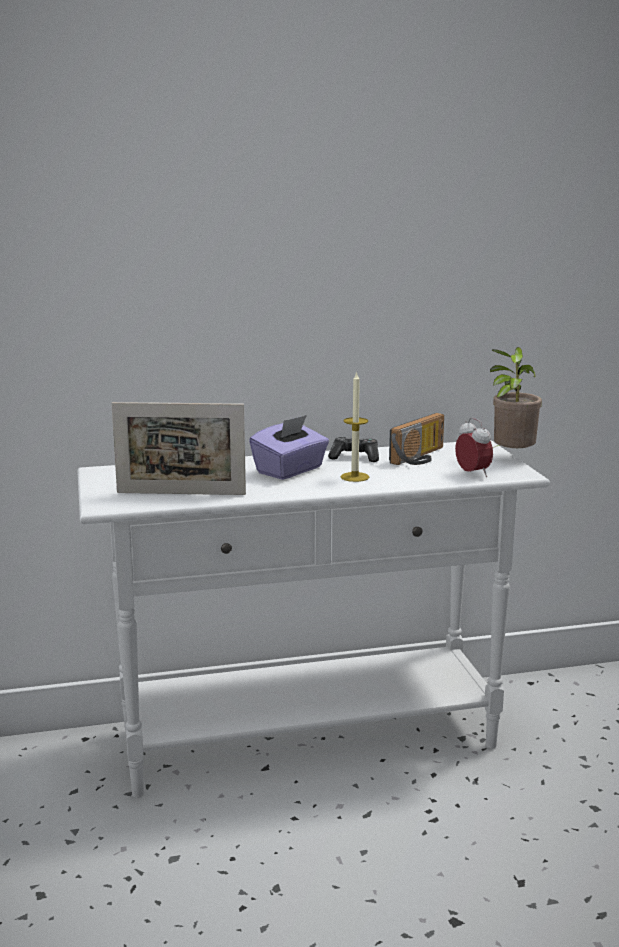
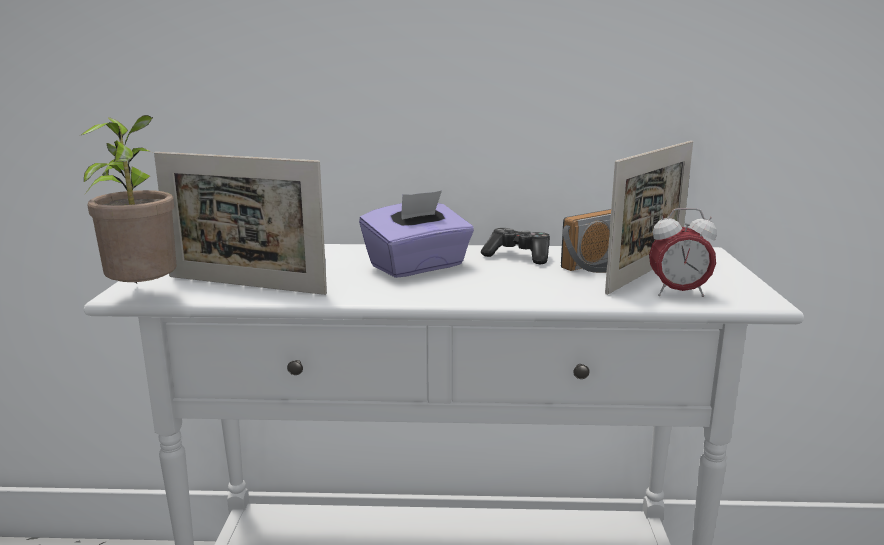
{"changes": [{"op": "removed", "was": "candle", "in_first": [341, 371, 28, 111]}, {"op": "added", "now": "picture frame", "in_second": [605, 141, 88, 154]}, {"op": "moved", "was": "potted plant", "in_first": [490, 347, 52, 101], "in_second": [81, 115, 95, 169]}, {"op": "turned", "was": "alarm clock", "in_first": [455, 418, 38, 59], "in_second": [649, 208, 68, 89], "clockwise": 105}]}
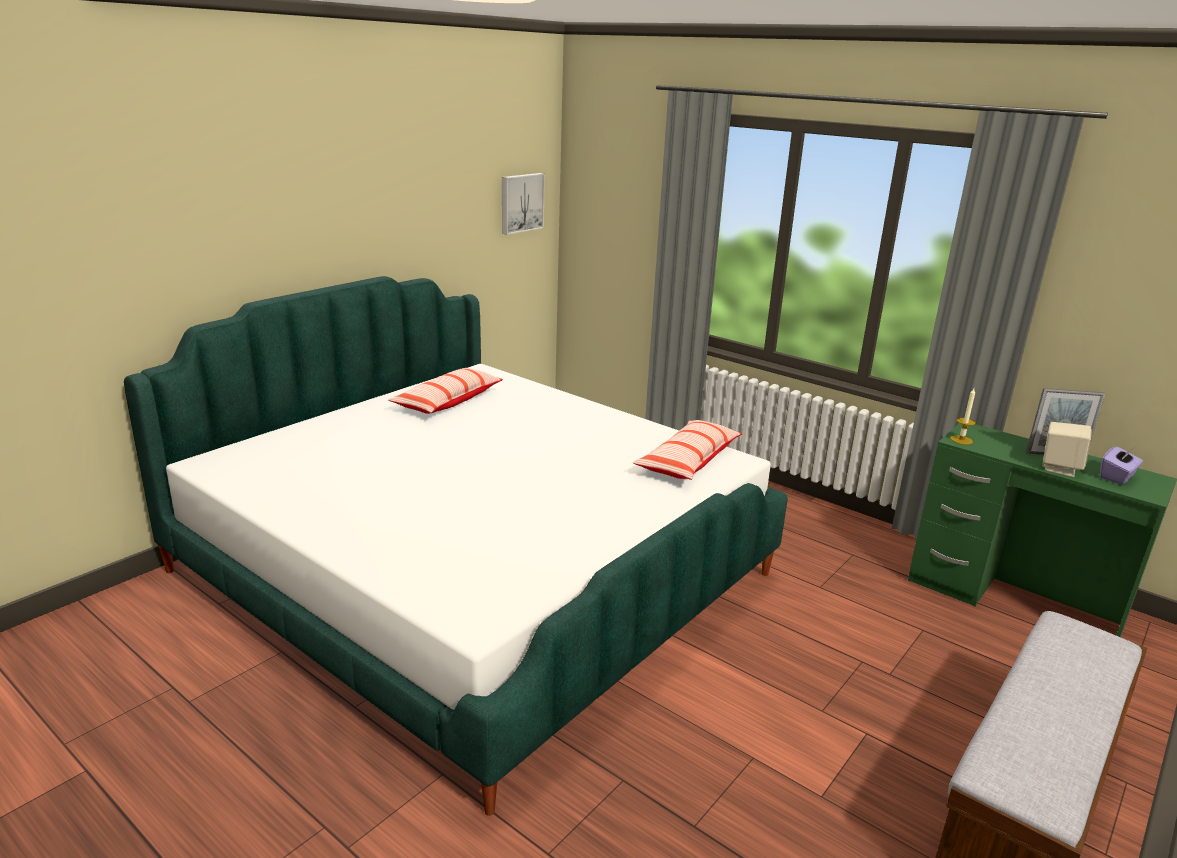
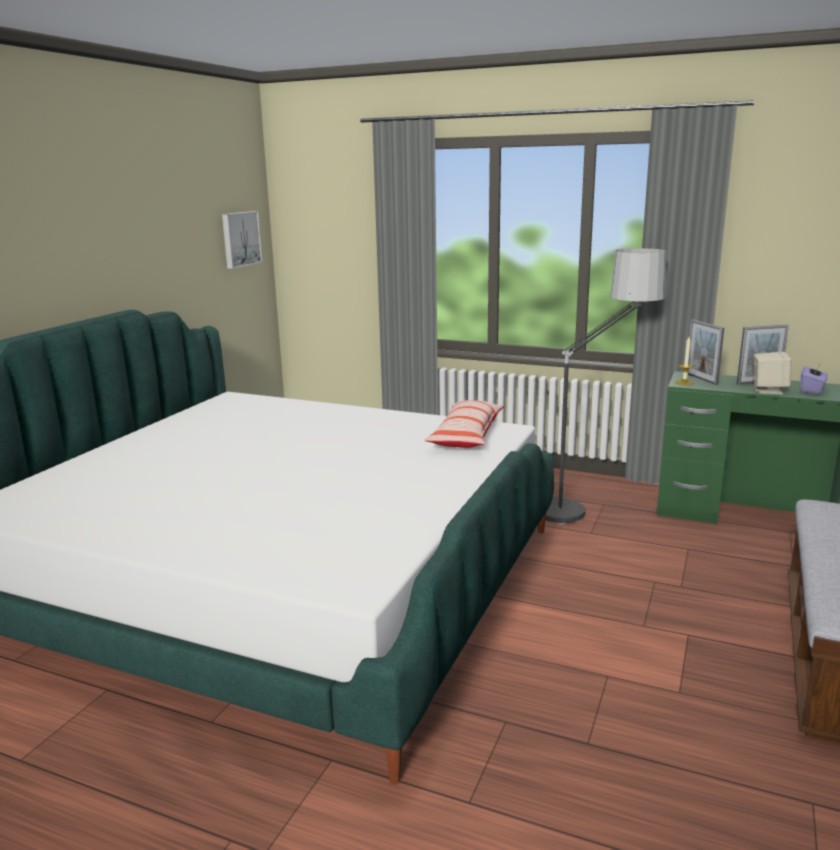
{"changes": [{"op": "removed", "was": "pillow", "in_first": [389, 368, 114, 46]}, {"op": "added", "now": "floor lamp", "in_second": [546, 248, 120, 277]}, {"op": "added", "now": "picture frame", "in_second": [688, 319, 36, 66]}]}
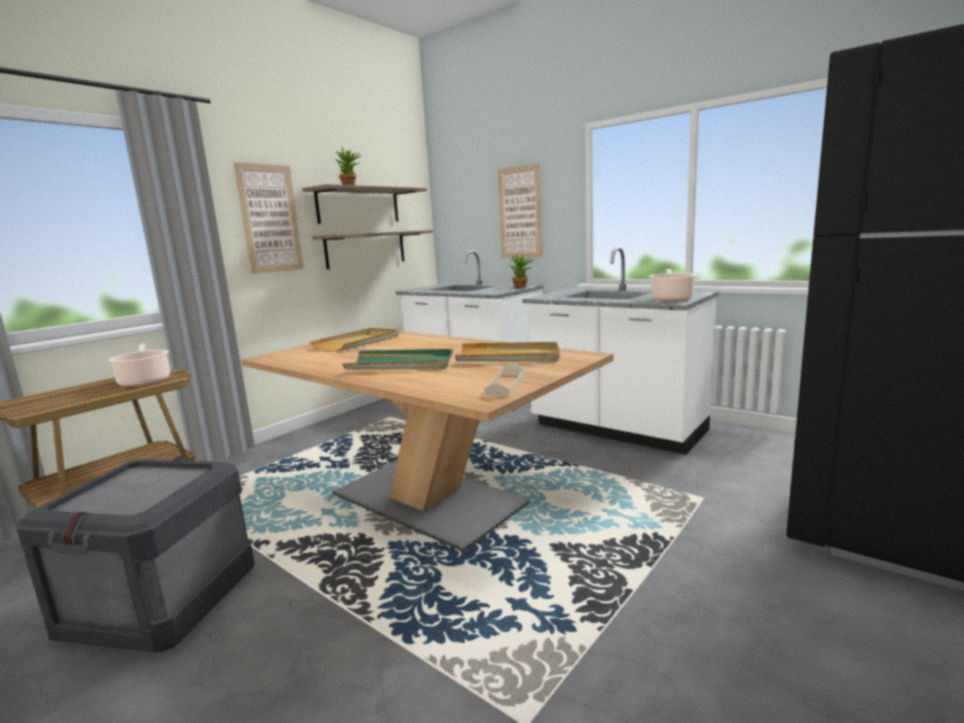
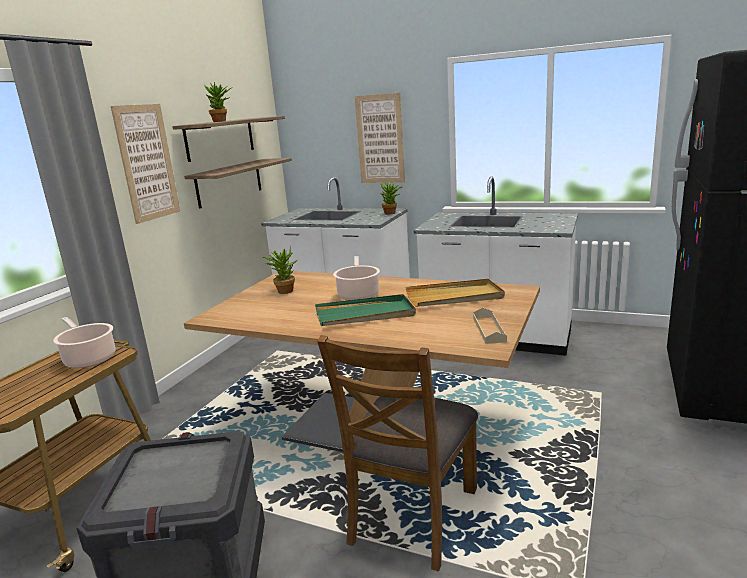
{"changes": [{"op": "added", "now": "chair in brown", "in_second": [317, 335, 161, 236]}, {"op": "moved", "was": "cooking pot", "in_first": [649, 269, 47, 32], "in_second": [333, 256, 47, 44]}, {"op": "replaced", "was": "tray in beige", "now": "potted plant", "in_first": [309, 328, 90, 24], "in_second": [262, 245, 35, 49]}]}
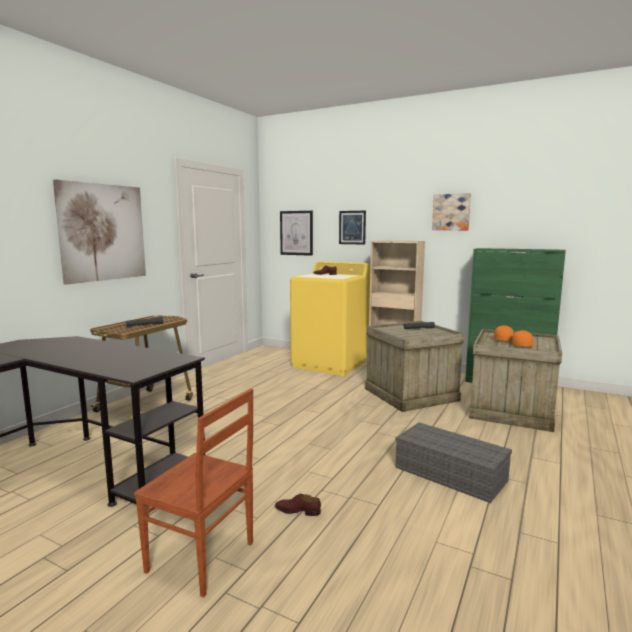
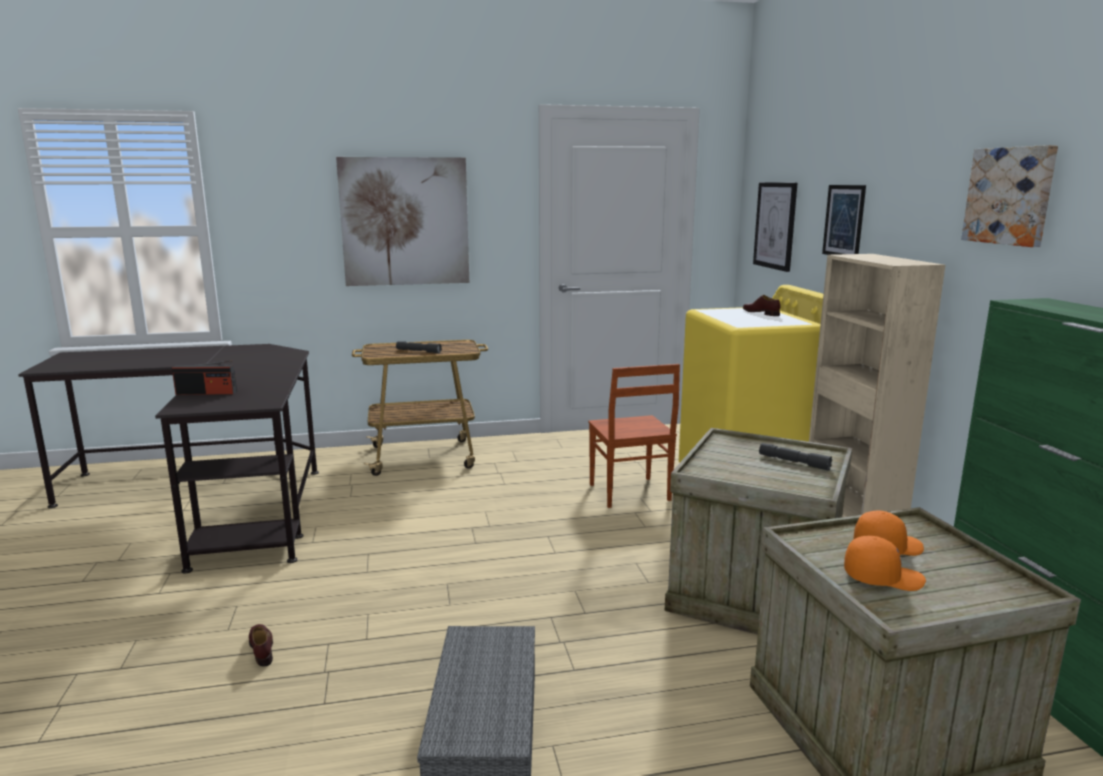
{"changes": [{"op": "added", "now": "radio", "in_second": [172, 360, 65, 35]}, {"op": "moved", "was": "chair in brown", "in_first": [134, 389, 119, 209], "in_second": [588, 364, 92, 144]}]}
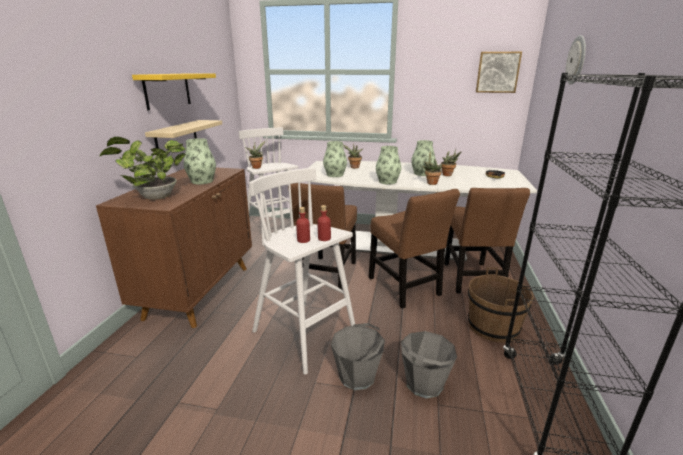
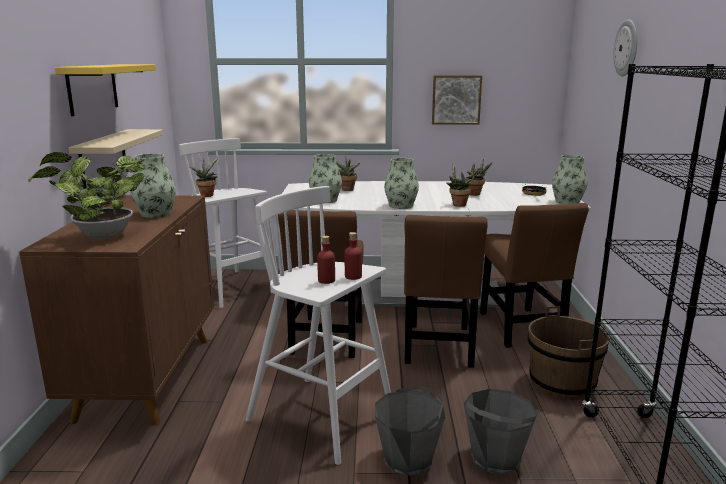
{"changes": [{"op": "moved", "was": "vase", "in_first": [411, 140, 24, 36], "in_second": [552, 155, 36, 49]}, {"op": "moved", "was": "picture", "in_first": [476, 52, 46, 41], "in_second": [432, 76, 50, 49]}, {"op": "turned", "was": "chair in brown", "in_first": [369, 189, 91, 120], "in_second": [404, 215, 84, 153], "clockwise": 45}]}
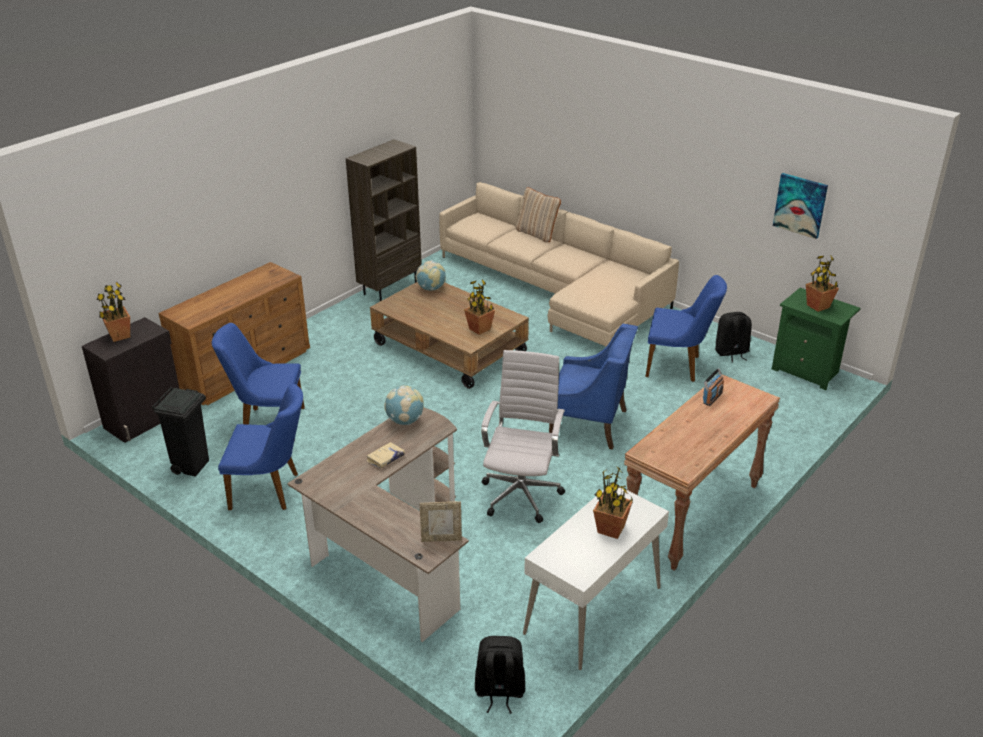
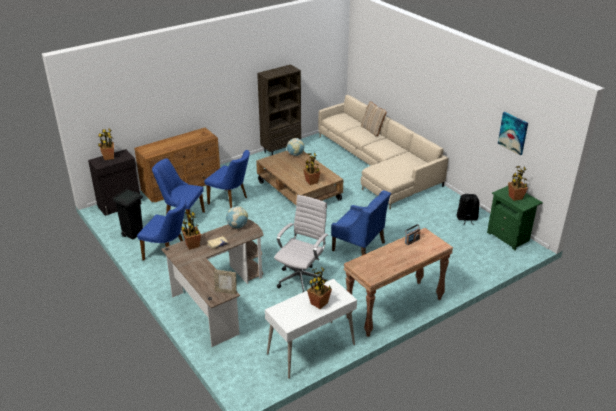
{"changes": [{"op": "removed", "was": "backpack in black", "in_first": [475, 636, 50, 78]}, {"op": "added", "now": "potted plant", "in_second": [181, 212, 20, 38]}, {"op": "moved", "was": "chair in blue", "in_first": [645, 275, 82, 107], "in_second": [204, 150, 46, 59]}]}
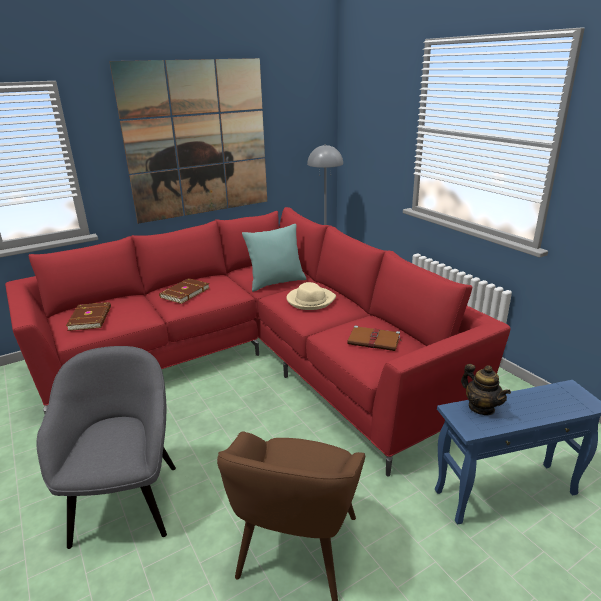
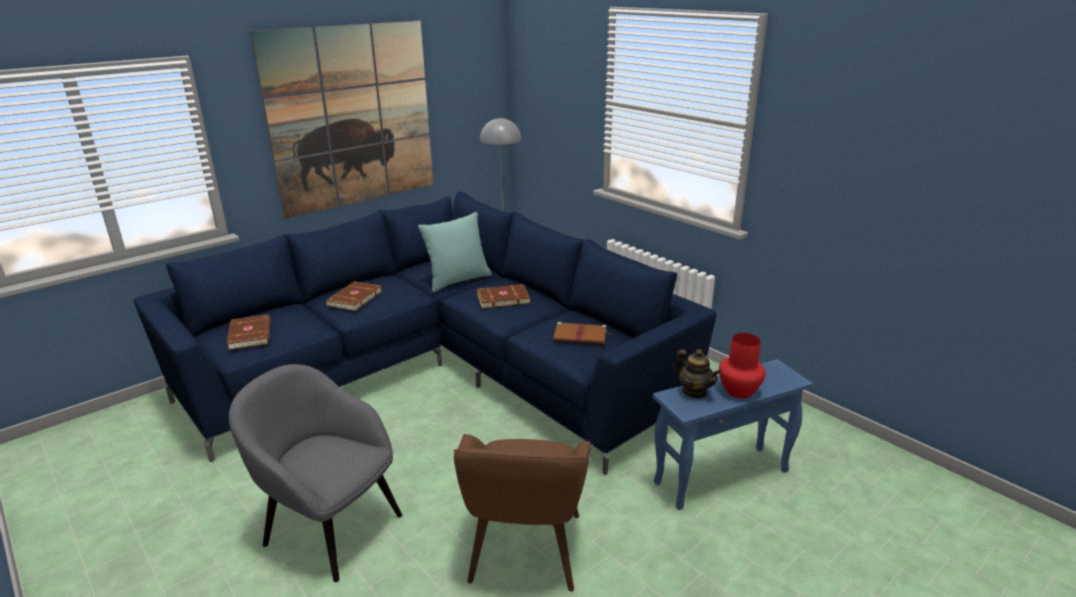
{"changes": [{"op": "added", "now": "vase in red", "in_second": [719, 333, 47, 65]}, {"op": "replaced", "was": "hat in beige", "now": "book in brown", "in_first": [287, 282, 49, 28], "in_second": [477, 284, 53, 24]}, {"op": "recoloured", "was": "sofa in red", "now": "sofa in blue", "in_first": [5, 207, 506, 270], "in_second": [134, 192, 582, 283]}, {"op": "turned", "was": "armchair in grey", "in_first": [36, 346, 140, 203], "in_second": [229, 364, 173, 218], "clockwise": -45}]}
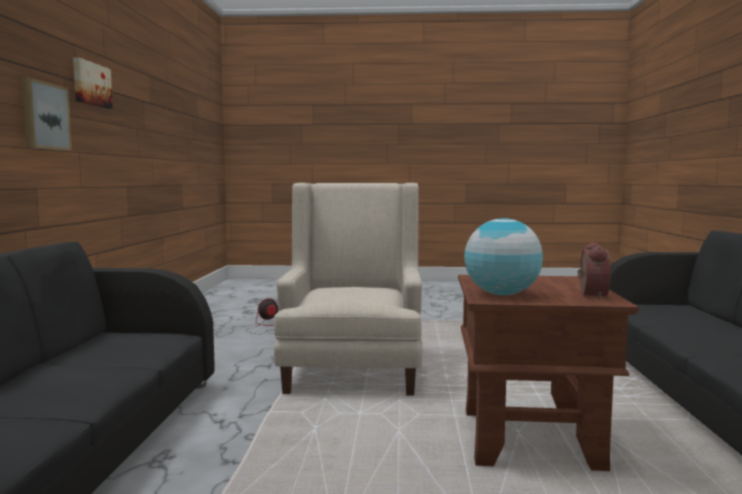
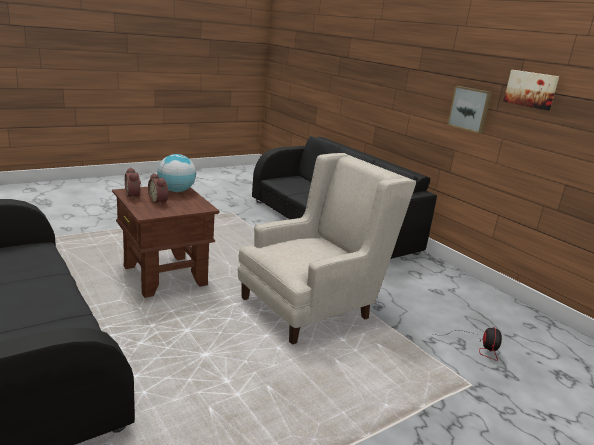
{"changes": [{"op": "added", "now": "alarm clock", "in_second": [148, 173, 20, 32]}, {"op": "turned", "was": "armchair in beige", "in_first": [274, 183, 148, 213], "in_second": [238, 153, 178, 191], "clockwise": -90}]}
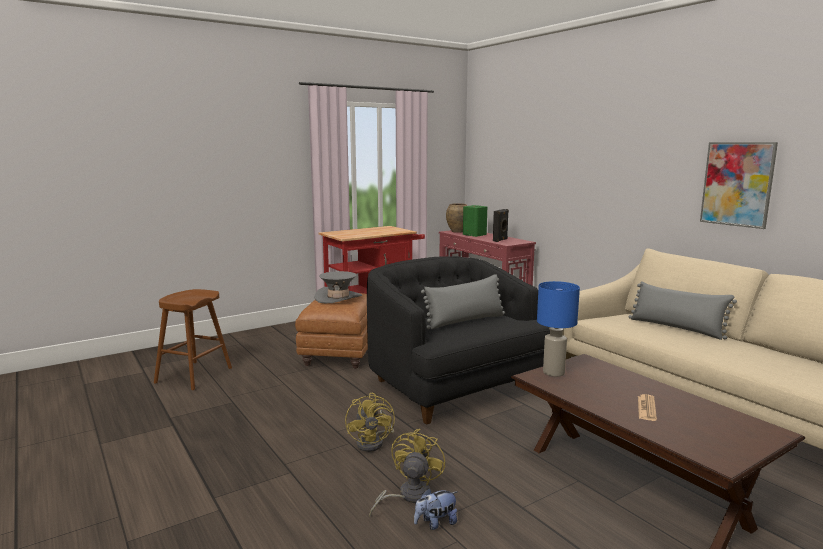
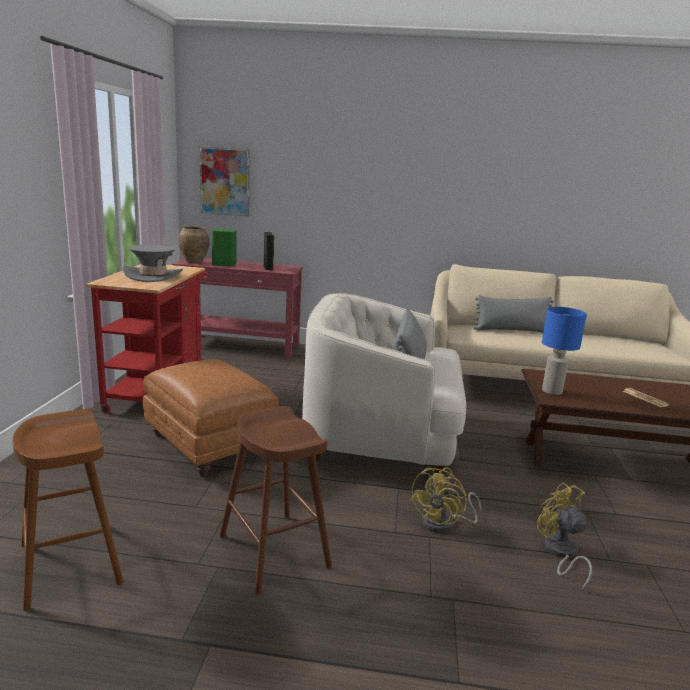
{"changes": [{"op": "removed", "was": "plush toy", "in_first": [414, 488, 43, 42]}, {"op": "added", "now": "stool in brown", "in_second": [219, 406, 113, 189]}, {"op": "moved", "was": "hat in grey", "in_first": [314, 271, 48, 32], "in_second": [123, 245, 60, 37]}, {"op": "moved", "was": "picture", "in_first": [700, 142, 78, 87], "in_second": [199, 146, 51, 70]}, {"op": "recoloured", "was": "armchair in black", "now": "armchair in white", "in_first": [367, 256, 183, 169], "in_second": [302, 293, 164, 181]}, {"op": "turned", "was": "fan in yellow", "in_first": [345, 393, 50, 59], "in_second": [410, 467, 72, 66], "clockwise": 90}]}
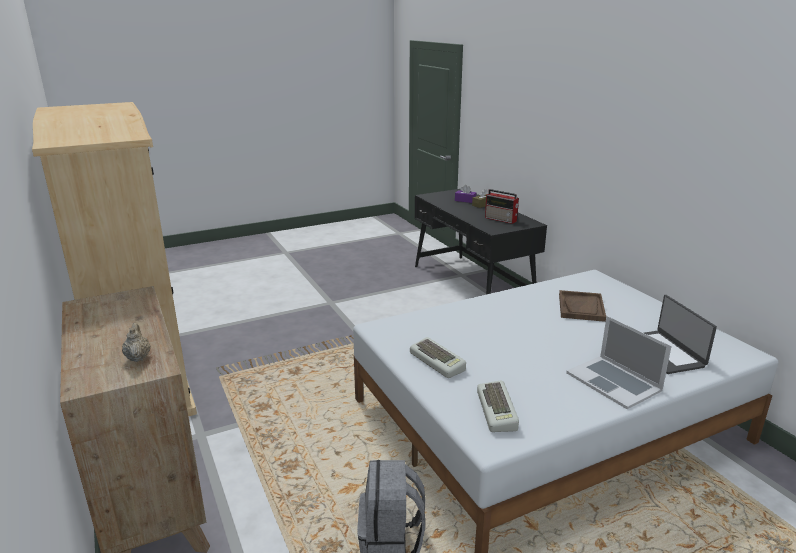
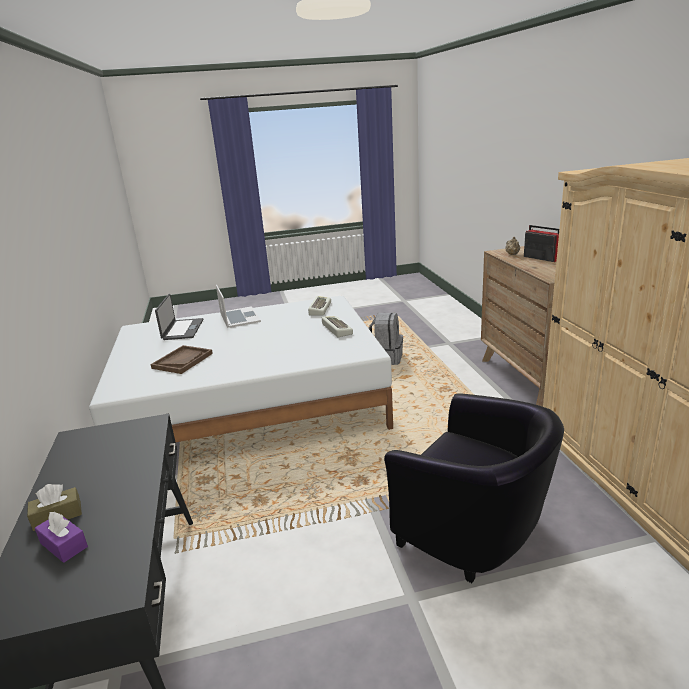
{"changes": [{"op": "added", "now": "armchair in black", "in_second": [384, 393, 180, 190]}, {"op": "moved", "was": "radio", "in_first": [485, 189, 34, 35], "in_second": [524, 225, 35, 37]}]}
